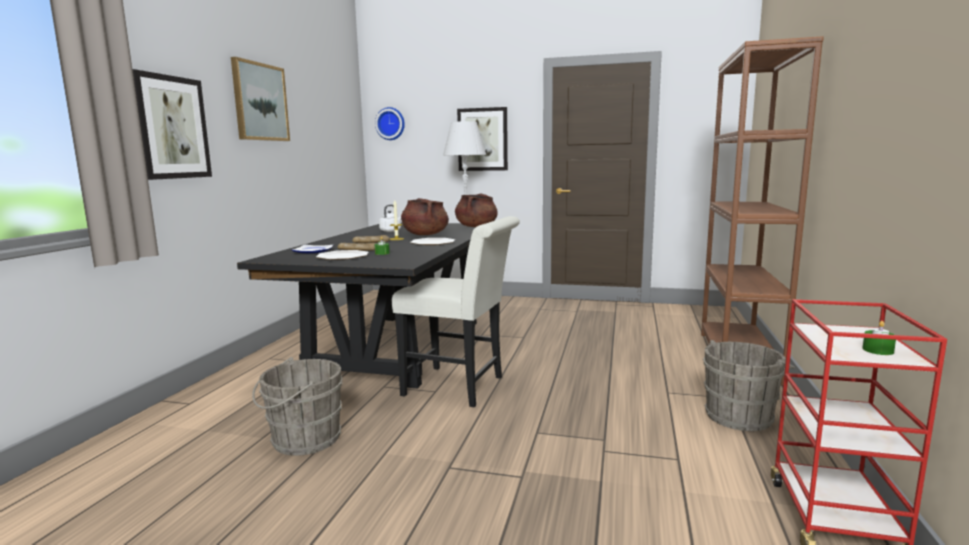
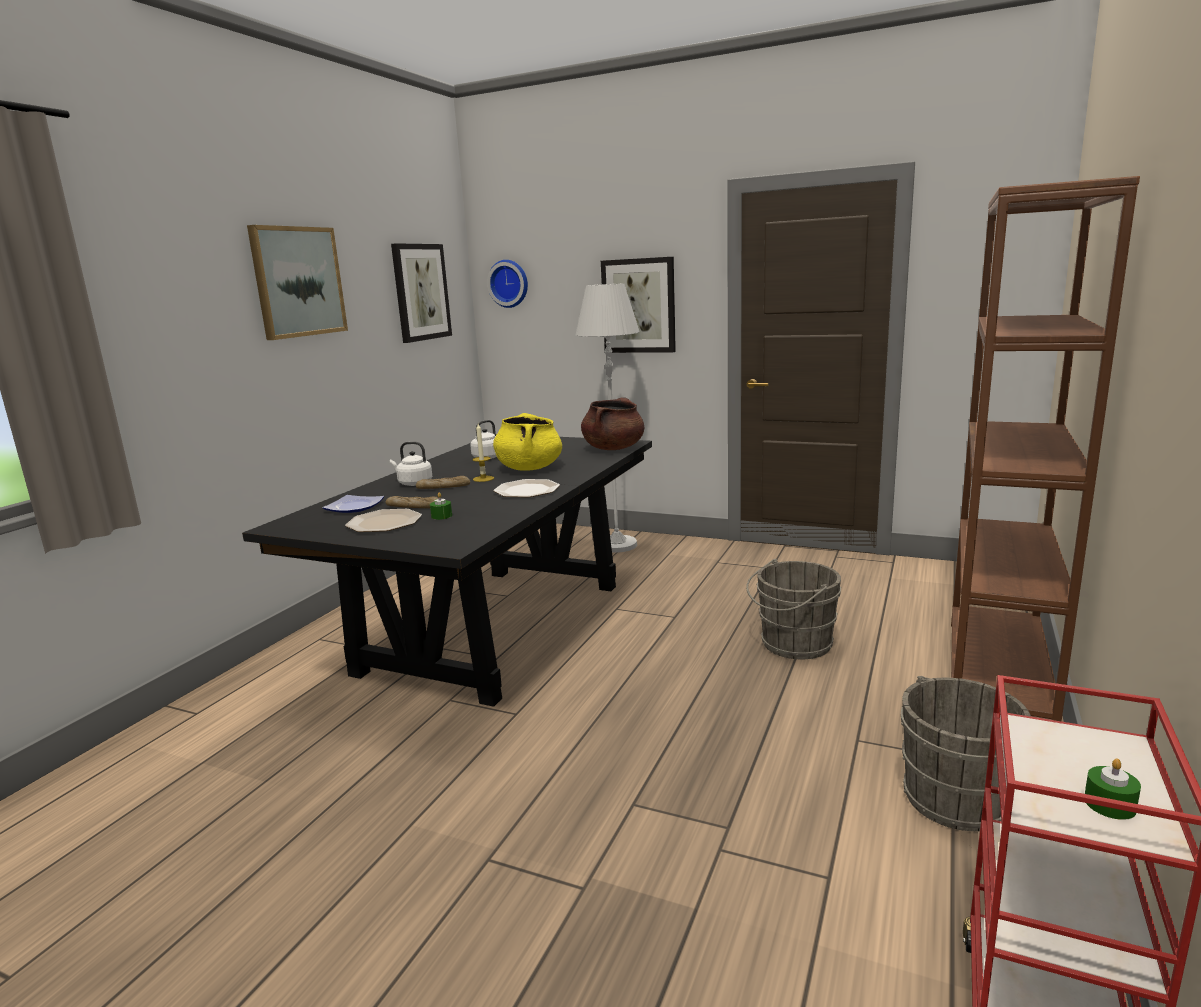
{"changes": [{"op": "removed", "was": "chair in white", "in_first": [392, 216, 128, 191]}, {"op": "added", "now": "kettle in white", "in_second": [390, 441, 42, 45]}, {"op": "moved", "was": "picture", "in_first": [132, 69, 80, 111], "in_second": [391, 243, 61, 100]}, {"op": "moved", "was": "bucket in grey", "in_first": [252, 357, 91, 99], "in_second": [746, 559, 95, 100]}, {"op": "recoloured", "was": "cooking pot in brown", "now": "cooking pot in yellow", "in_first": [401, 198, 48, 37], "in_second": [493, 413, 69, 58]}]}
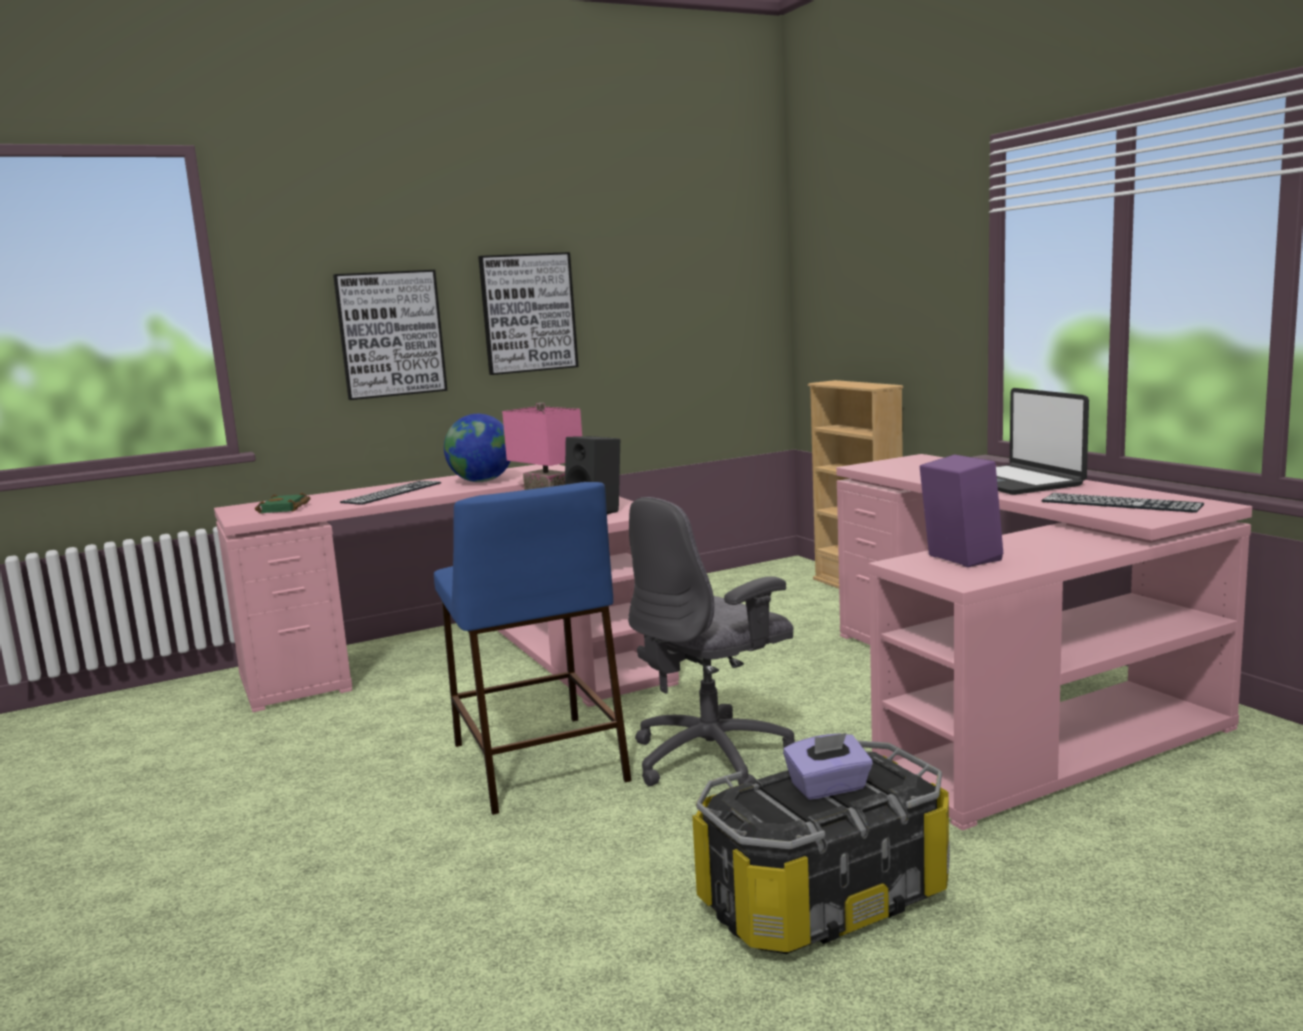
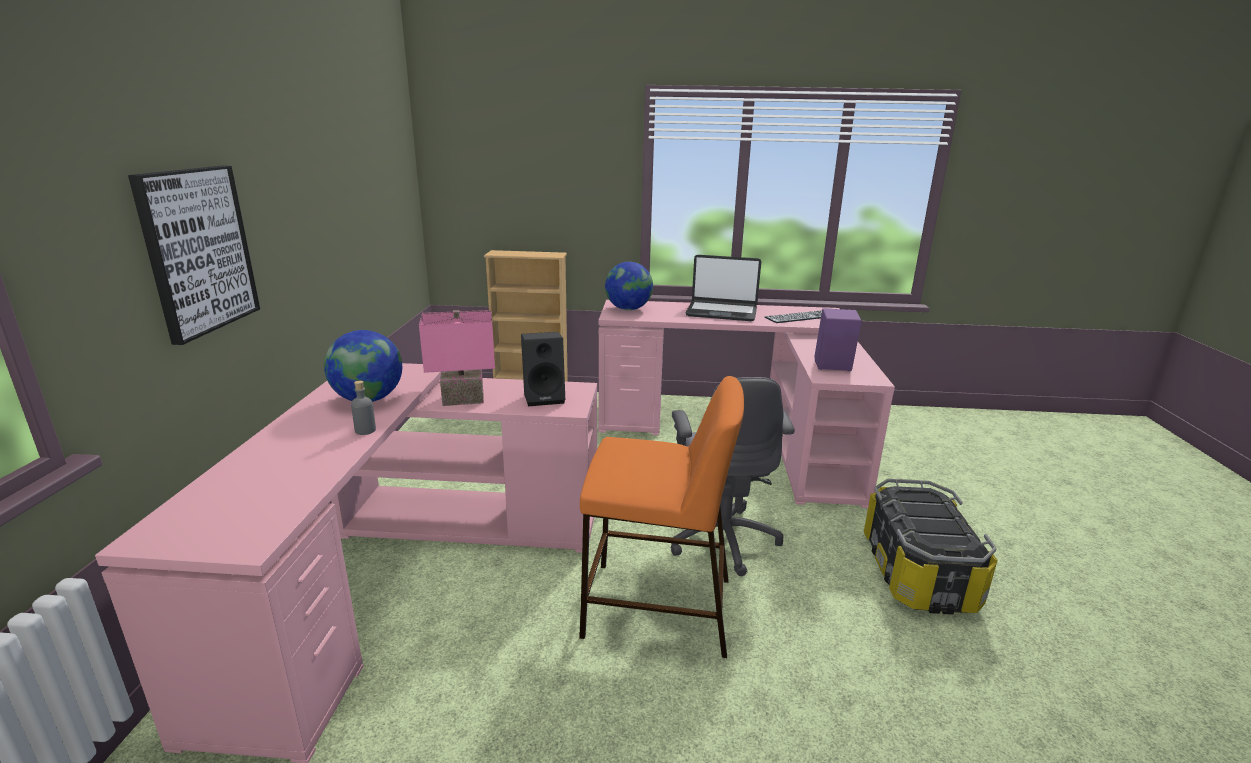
{"changes": [{"op": "removed", "was": "book in green", "in_first": [255, 492, 56, 22]}, {"op": "removed", "was": "keyboard", "in_first": [340, 481, 101, 24]}, {"op": "removed", "was": "picture", "in_first": [478, 252, 101, 123]}, {"op": "removed", "was": "tissue box in purple", "in_first": [783, 733, 90, 67]}, {"op": "added", "now": "bottle in grey", "in_second": [351, 381, 25, 54]}, {"op": "added", "now": "globe", "in_second": [605, 262, 48, 48]}, {"op": "recoloured", "was": "stool in blue", "now": "stool in orange", "in_first": [434, 482, 197, 333], "in_second": [579, 376, 165, 282]}]}
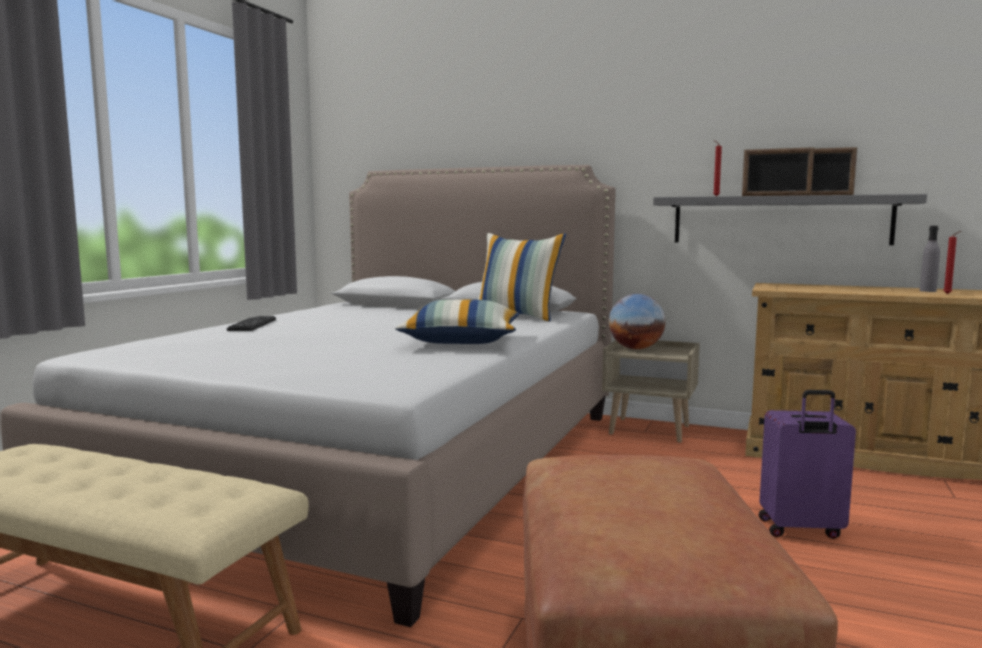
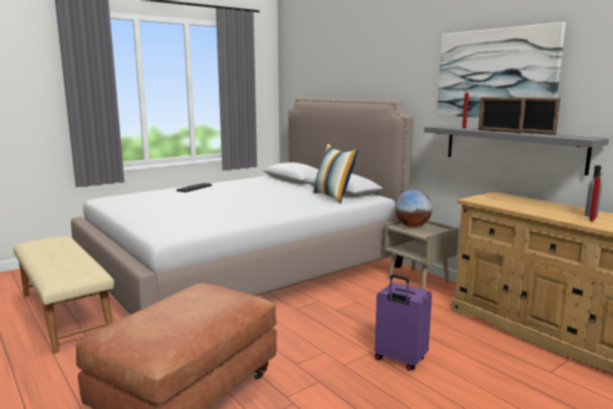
{"changes": [{"op": "removed", "was": "pillow", "in_first": [395, 299, 124, 45]}, {"op": "added", "now": "picture", "in_second": [437, 22, 129, 95]}]}
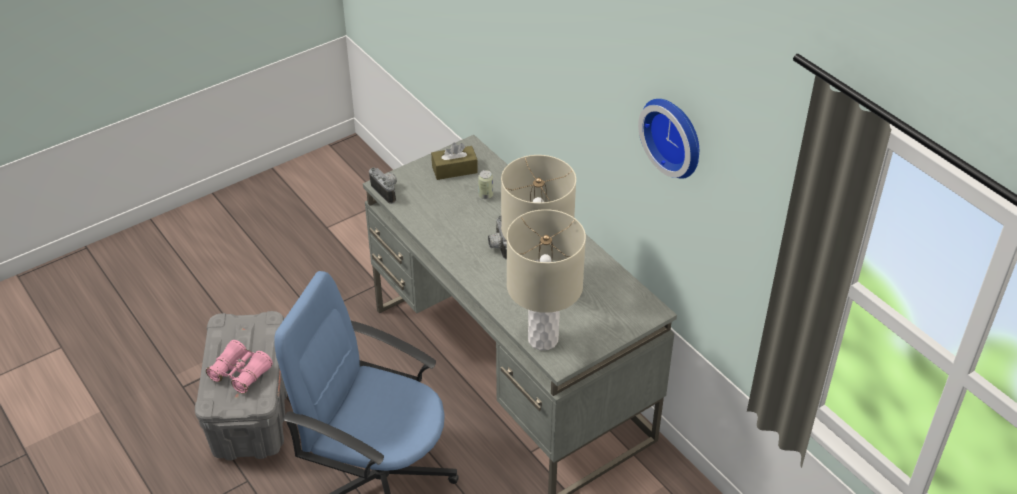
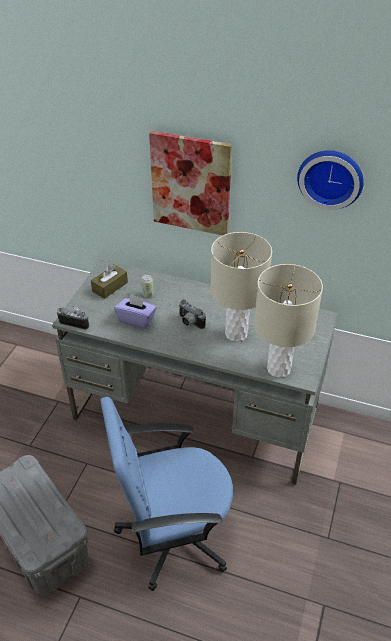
{"changes": [{"op": "removed", "was": "binoculars in pink", "in_first": [206, 340, 67, 54]}, {"op": "added", "now": "tissue box in purple", "in_second": [114, 294, 43, 35]}, {"op": "added", "now": "picture", "in_second": [149, 131, 83, 104]}]}
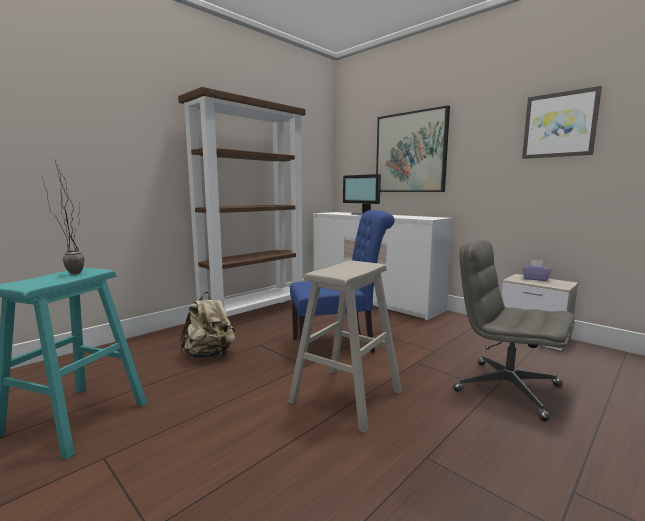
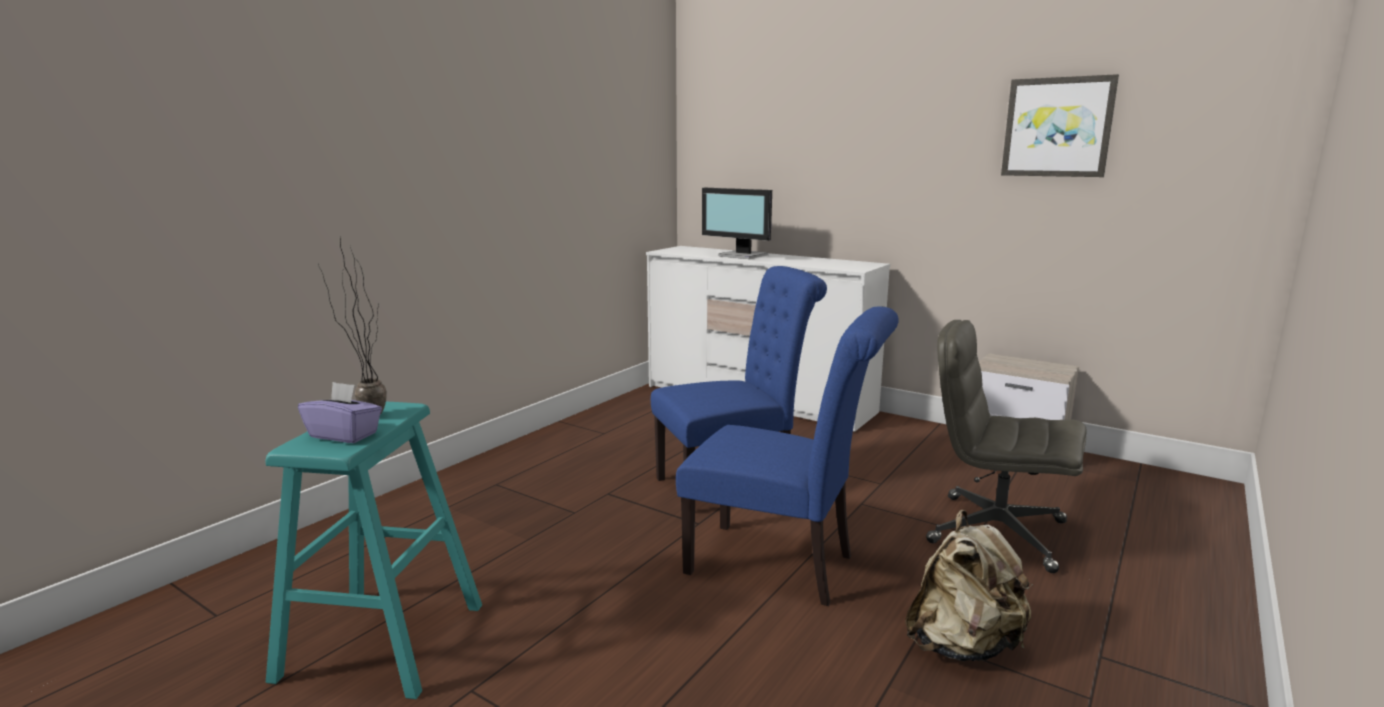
{"changes": [{"op": "removed", "was": "bookcase in brown", "in_first": [178, 87, 128, 230]}, {"op": "removed", "was": "picture", "in_first": [376, 105, 74, 87]}, {"op": "moved", "was": "backpack in beige", "in_first": [179, 292, 56, 66], "in_second": [905, 510, 128, 151]}, {"op": "moved", "was": "tissue box in purple", "in_first": [522, 260, 29, 21], "in_second": [298, 382, 84, 61]}, {"op": "replaced", "was": "stool in beige", "now": "chair in blue", "in_first": [288, 261, 114, 172], "in_second": [676, 306, 223, 300]}]}
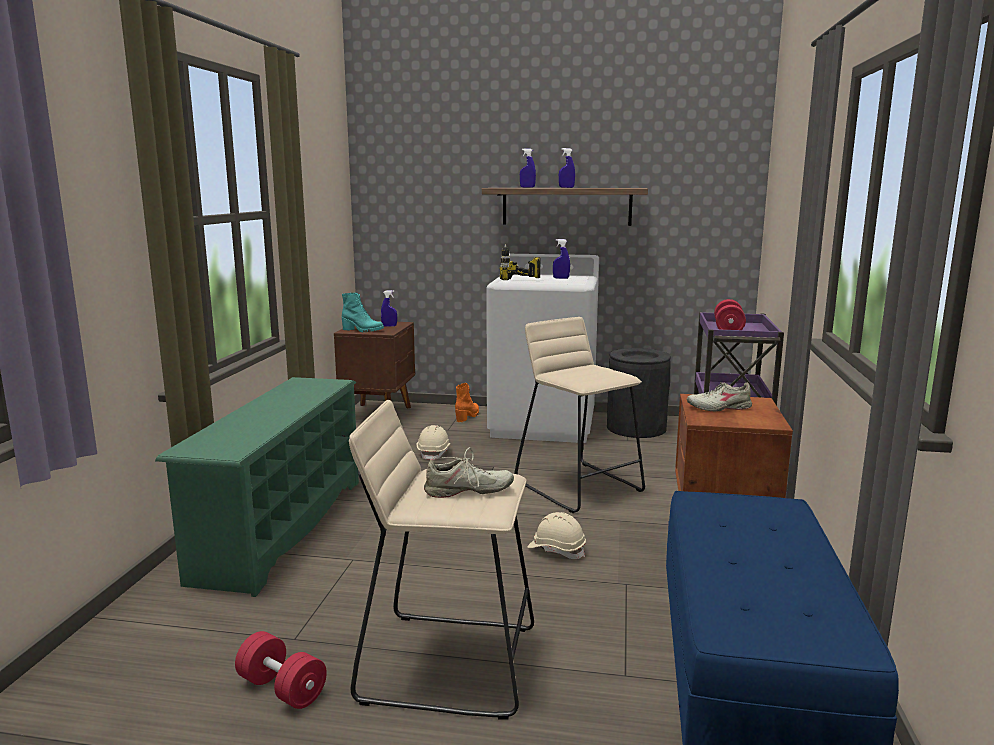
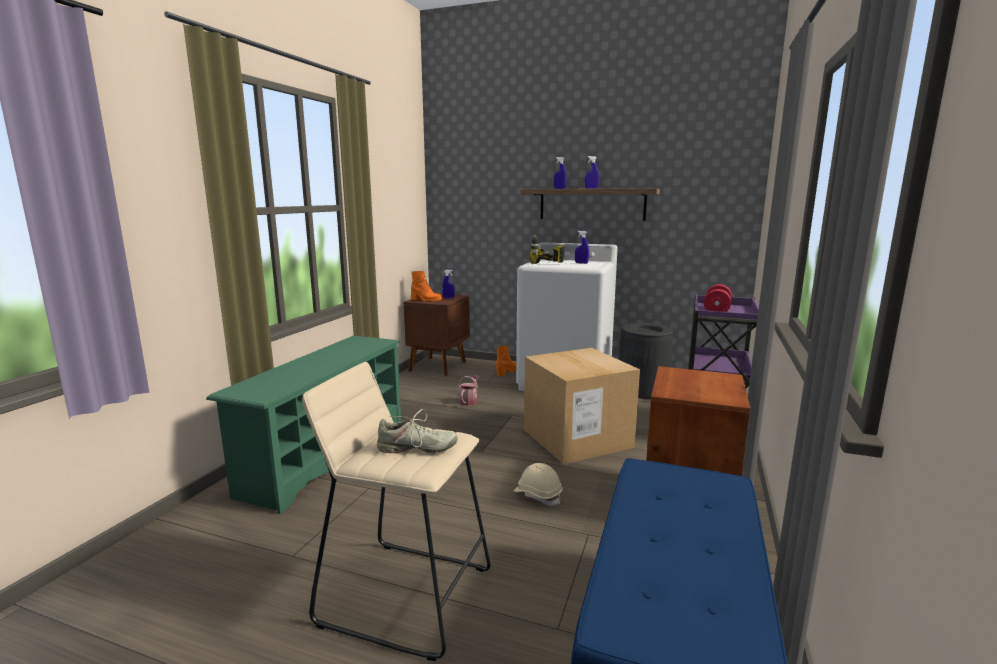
{"changes": [{"op": "removed", "was": "dumbbell in red", "in_first": [235, 631, 92, 78]}, {"op": "removed", "was": "shoe in beige", "in_first": [687, 382, 65, 29]}, {"op": "replaced", "was": "hard hat in beige", "now": "watering can", "in_first": [417, 425, 34, 35], "in_second": [458, 375, 22, 31]}, {"op": "replaced", "was": "stool in beige", "now": "cardboard box", "in_first": [514, 317, 131, 196], "in_second": [524, 348, 116, 116]}, {"op": "recoloured", "was": "boot in turquoise", "now": "boot in orange", "in_first": [342, 293, 42, 39], "in_second": [411, 271, 31, 31]}]}
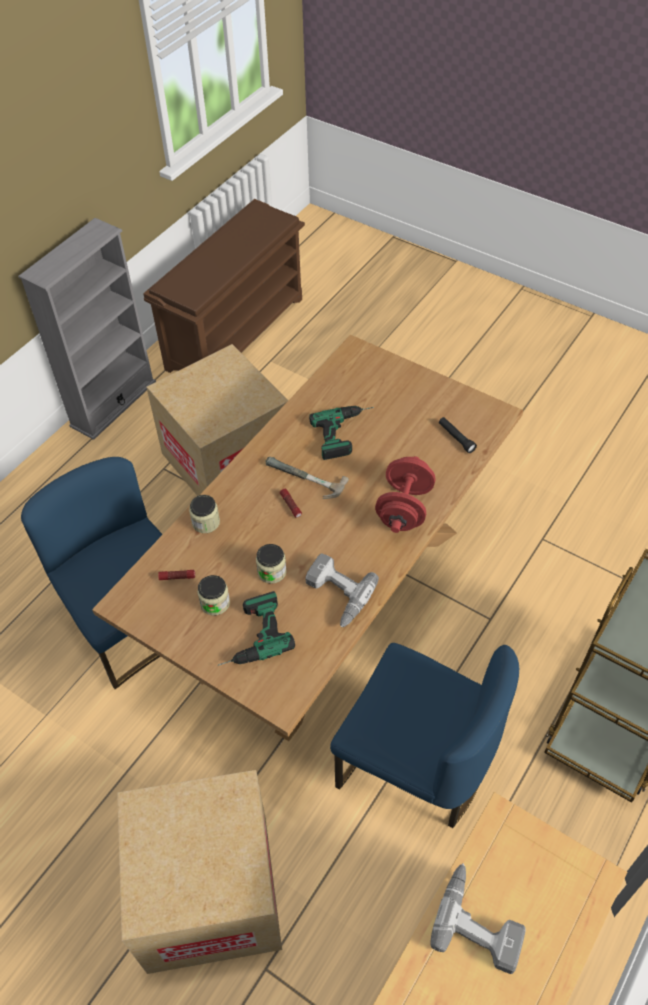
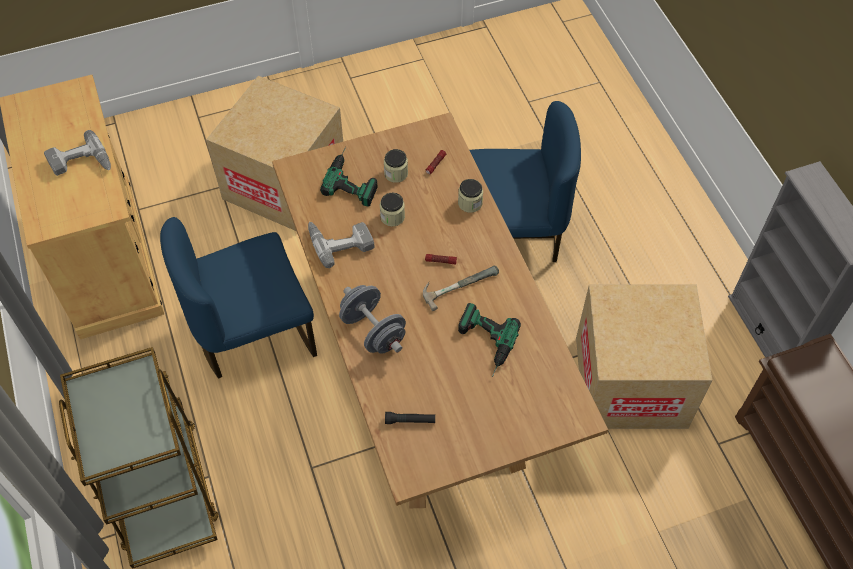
{"changes": [{"op": "recoloured", "was": "dumbbell in red", "now": "dumbbell in grey", "in_first": [375, 456, 61, 77], "in_second": [339, 285, 67, 69]}]}
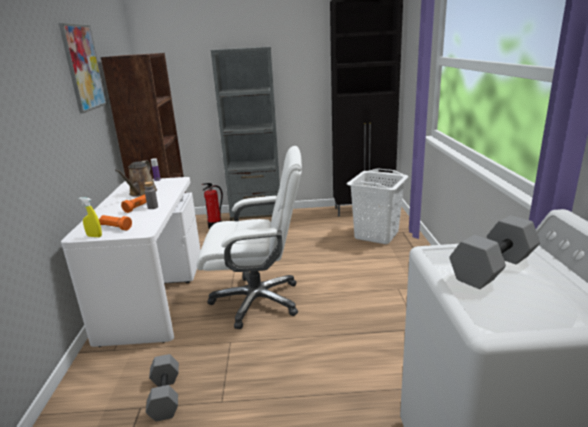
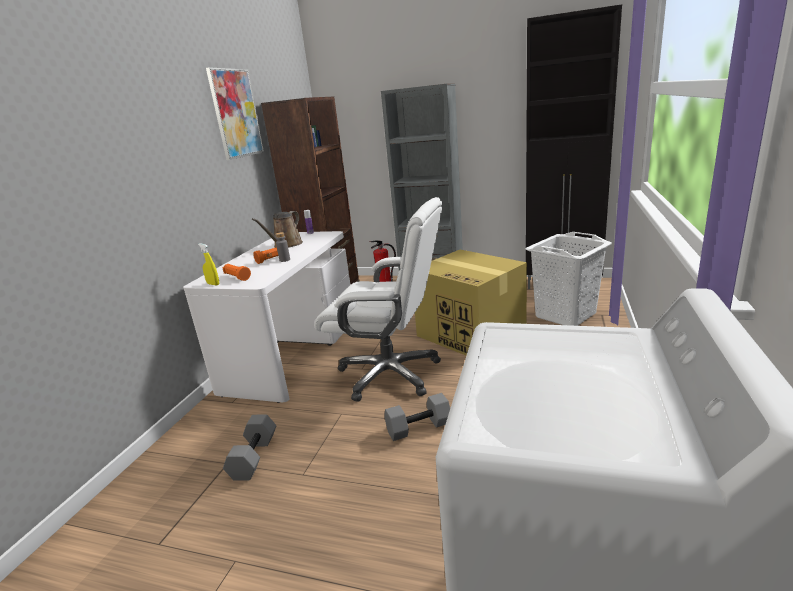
{"changes": [{"op": "added", "now": "cardboard box", "in_second": [415, 250, 112, 106]}, {"op": "moved", "was": "dumbbell in grey", "in_first": [449, 215, 91, 74], "in_second": [384, 393, 66, 48]}]}
